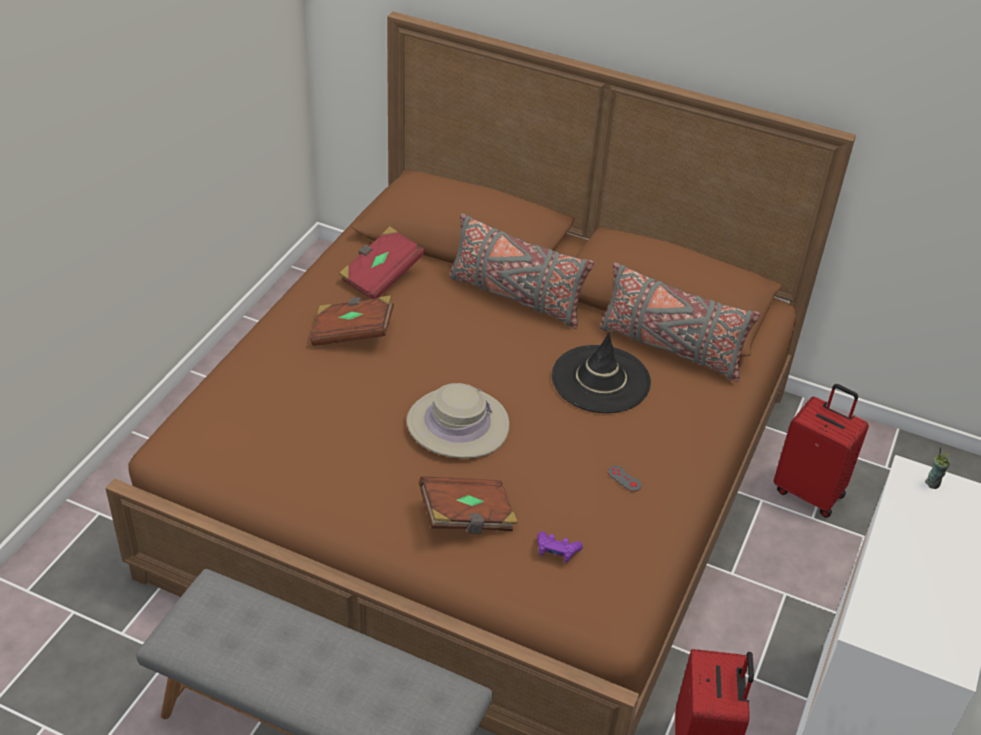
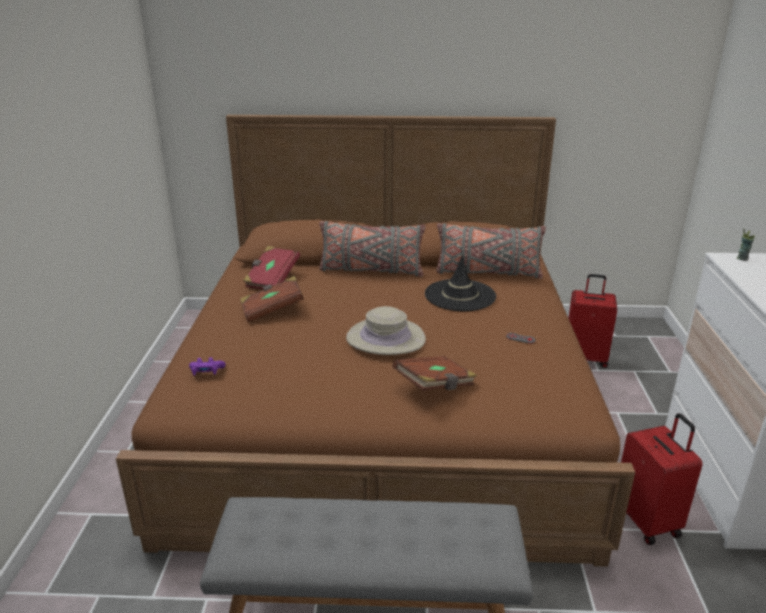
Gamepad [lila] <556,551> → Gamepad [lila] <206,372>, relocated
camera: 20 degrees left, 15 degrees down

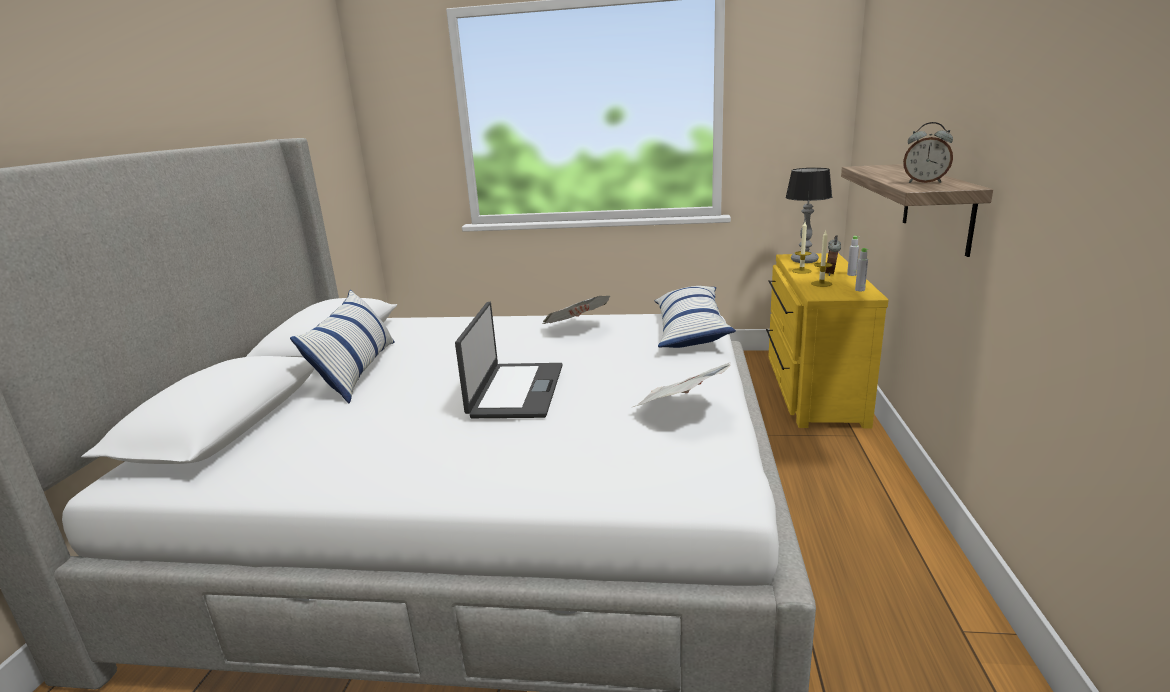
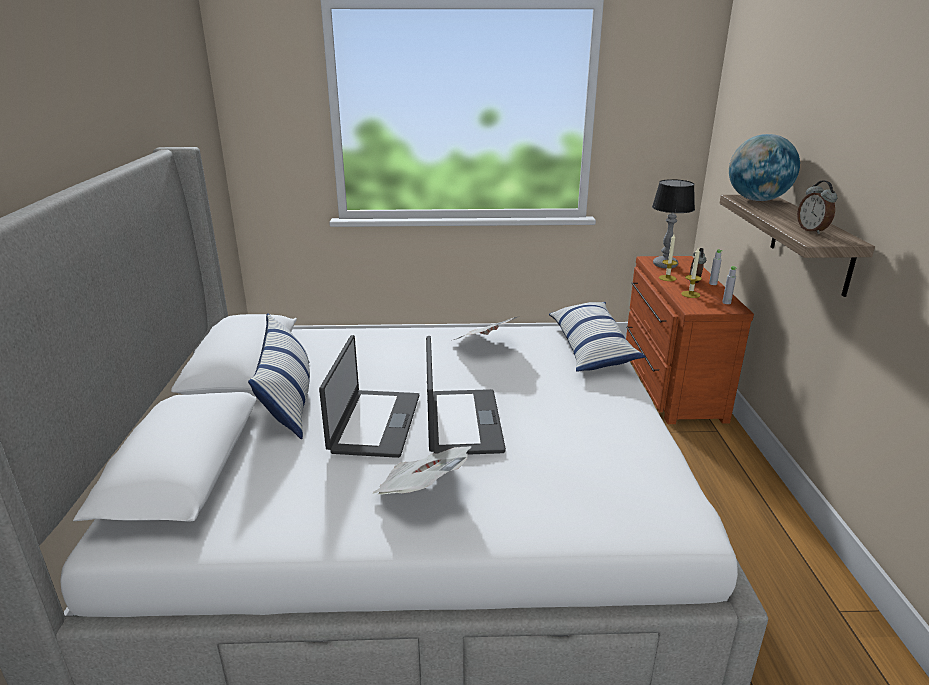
- → Laptop <374,423>
- → Globus <757,200>
Zeitung <681,409> → Zeitung <422,491>, relocated
Kommode [gelb] <811,388> → Kommode [braun] <668,383>
Wecker <924,182> → Wecker <812,231>, 60 degrees clockwise
camera: 10 degrees left, 5 degrees up

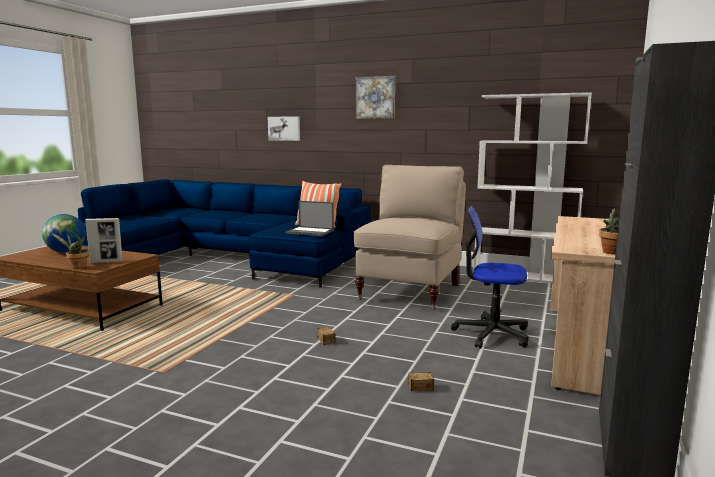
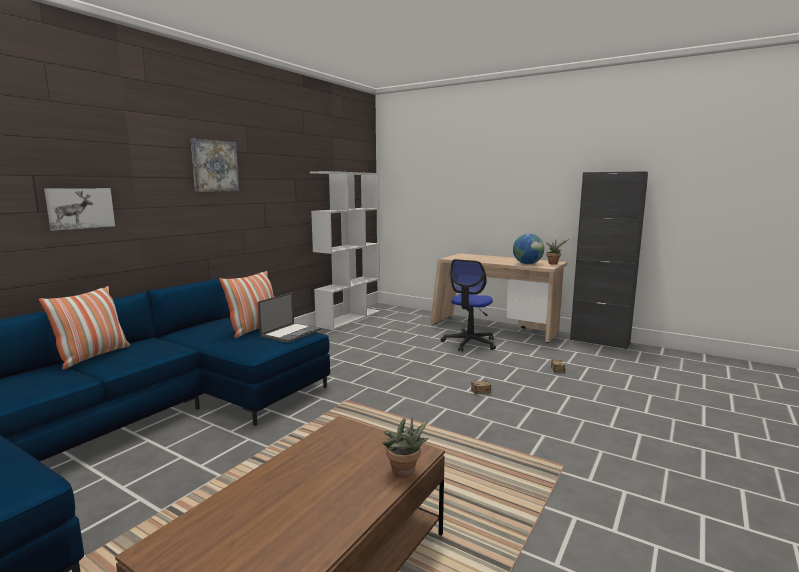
Bilderrahmen <106,262> → -
Stuhl [beige] <410,291> → -
- → Kissen <93,356>
Globus <66,252> → Globus <527,264>, relocated
camera: 80 degrees left, 0 degrees up

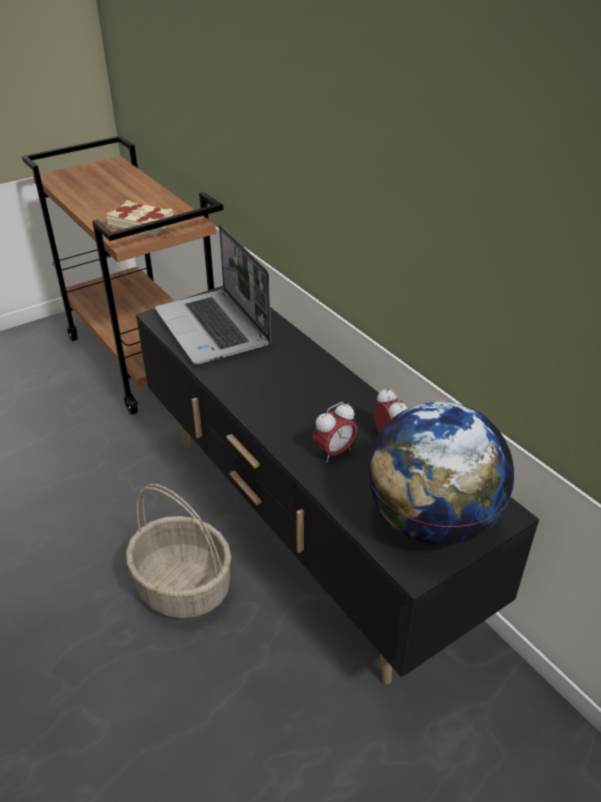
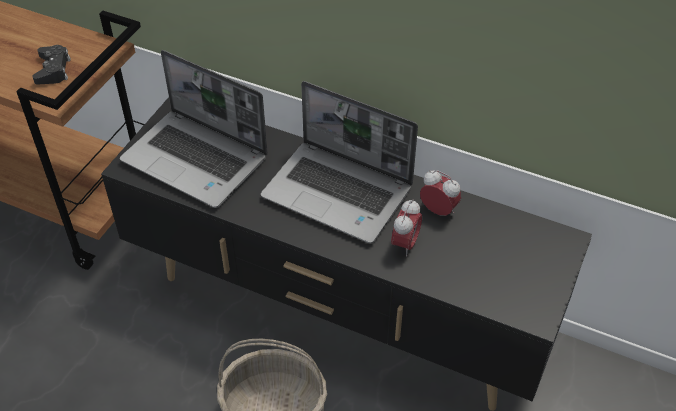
Globus <430,521> → -
- → Laptop <339,193>
Buch [beige] <141,223> → Gamepad [schwarz] <53,70>
camera: 30 degrees left, 10 degrees up

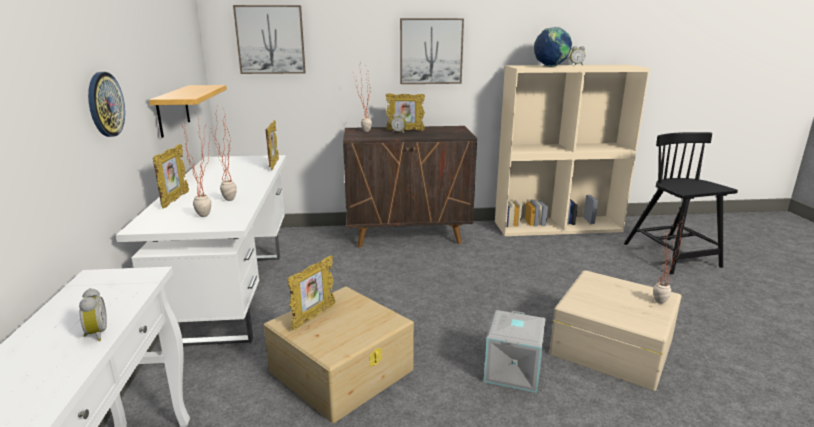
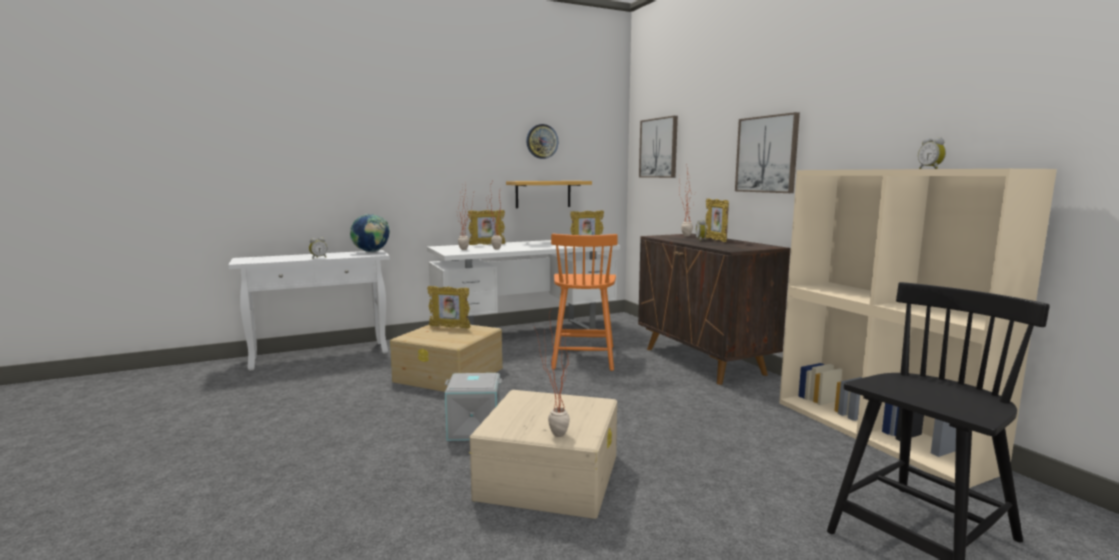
- → Stuhl [orange] <583,357>
Wanduhr <105,104> → Wanduhr <542,141>, relocated
Globus <551,67> → Globus <371,252>, relocated
camera: 70 degrees right, 10 degrees down

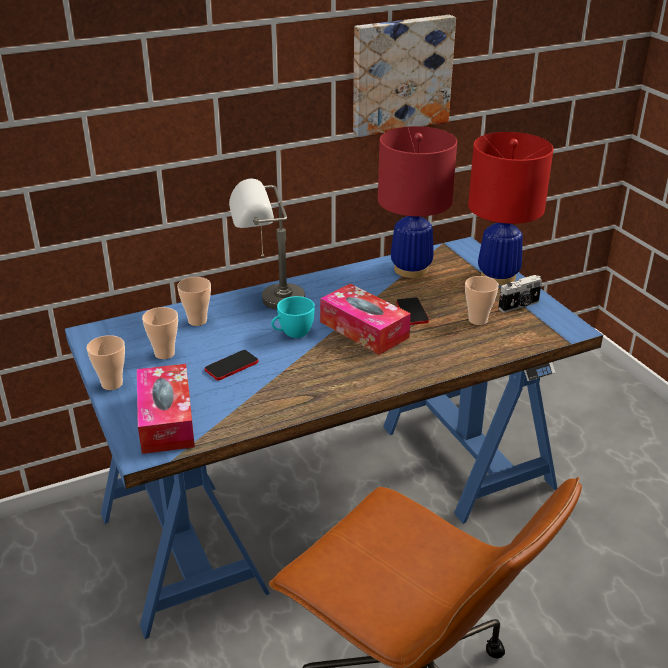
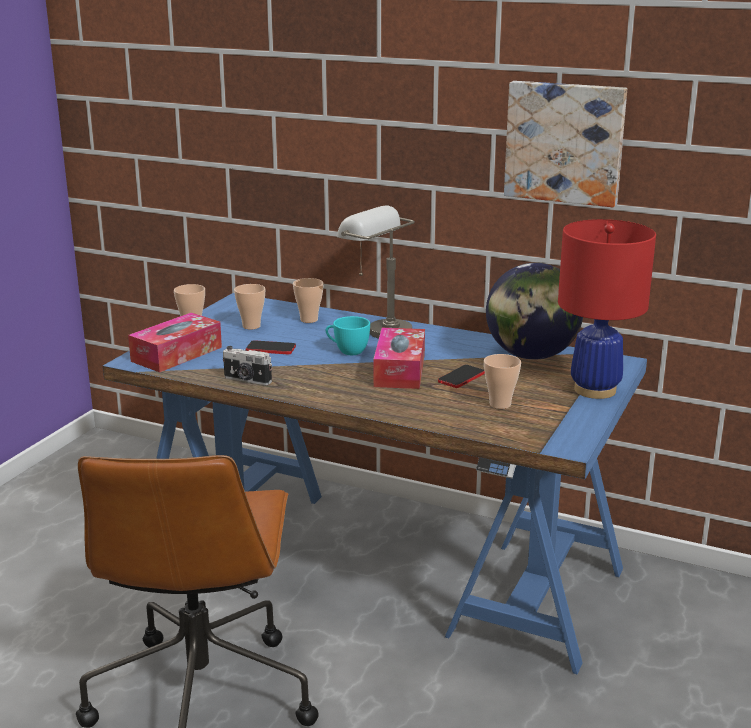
Kamera <519,306> → Kamera <247,380>, relocated
Tischlampe [rot] <411,269> → Globus <531,356>
camera: 50 degrees right, 10 degrees down

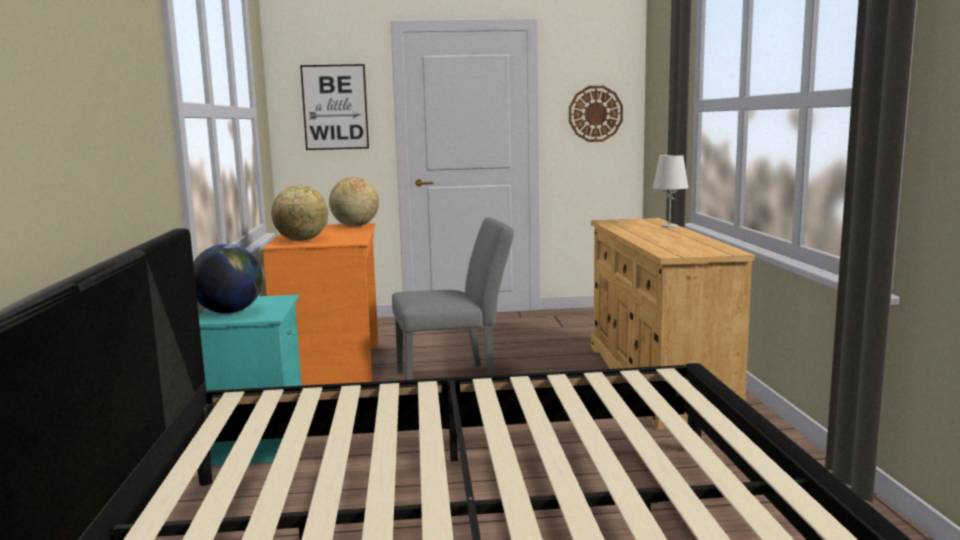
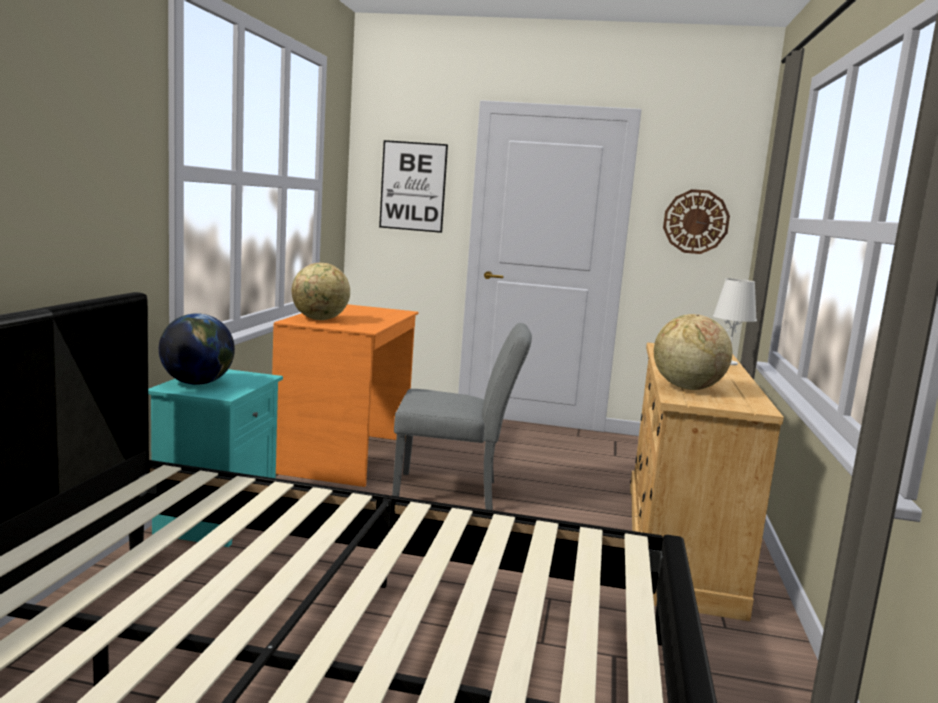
Globus <355,226> → Globus <686,388>, relocated
camera: 15 degrees right, 0 degrees up

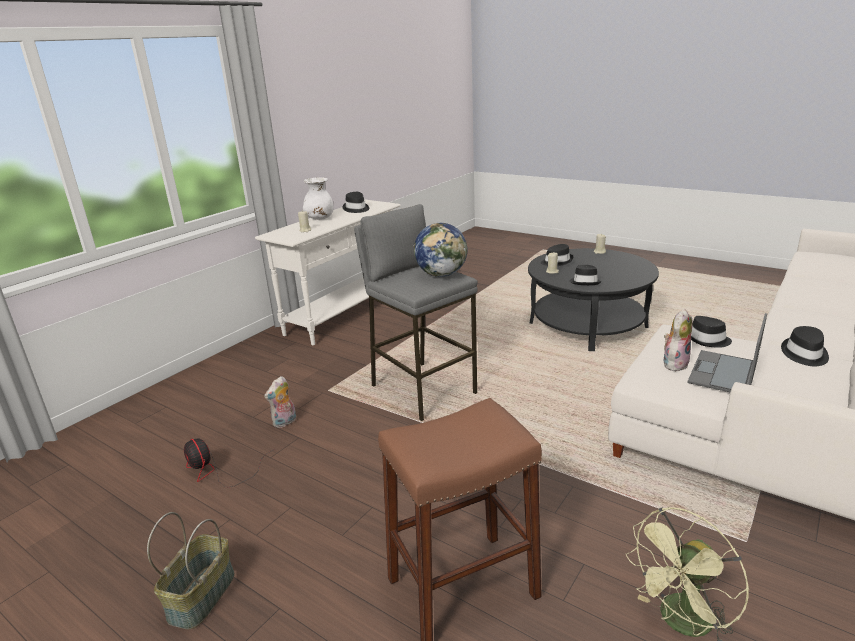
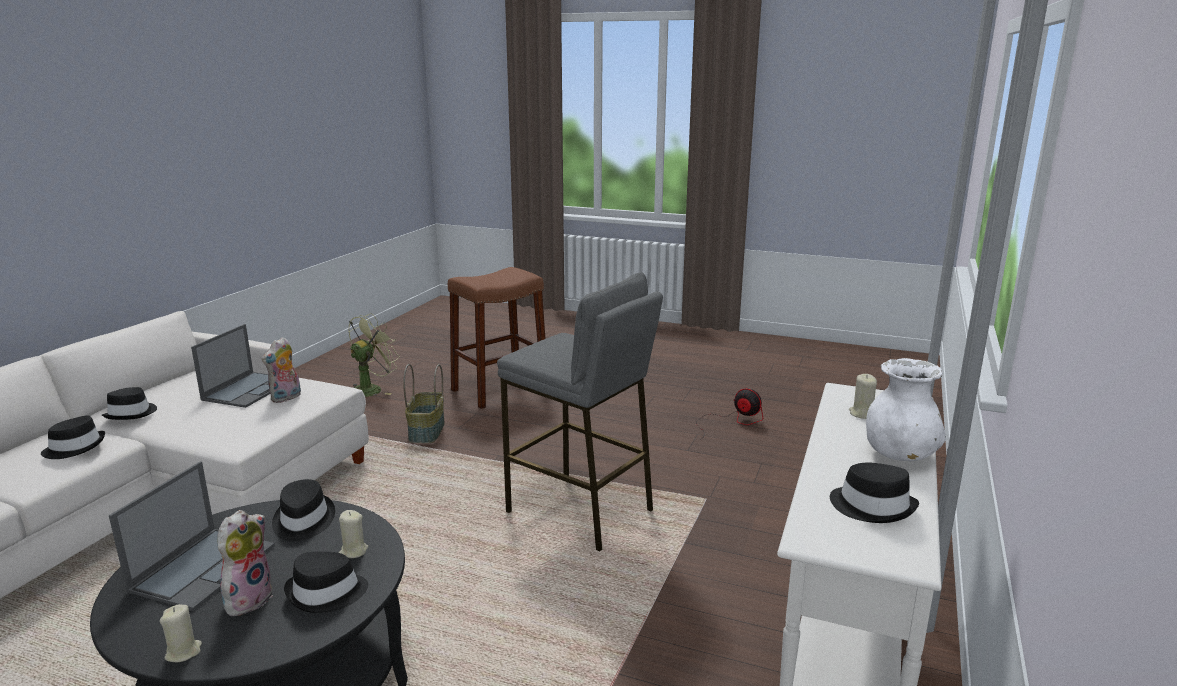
Globus <442,275> → -
- → Laptop <204,567>
Korb <201,595> → Korb <427,431>, relocated
Plüschtier <285,422> → Plüschtier <248,598>, relocated
Hut [schwarz] <707,340> → Hut [schwarz] <75,447>, relocated
camera: 165 degrees right, 5 degrees down

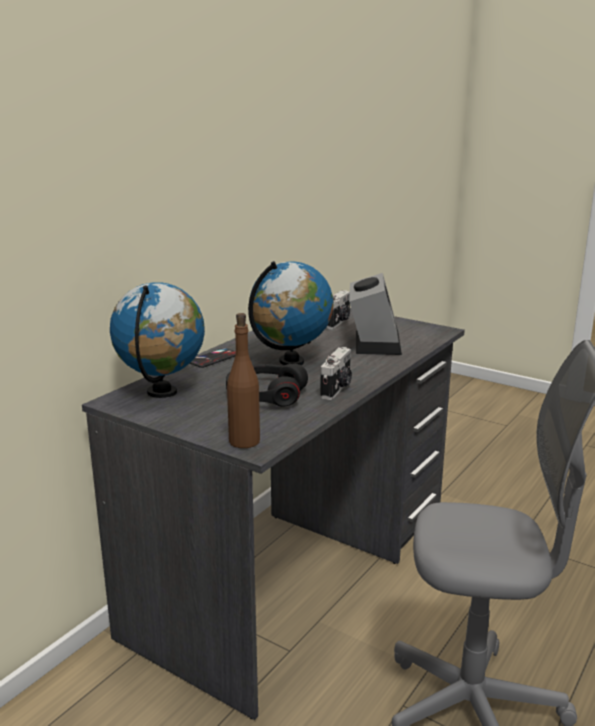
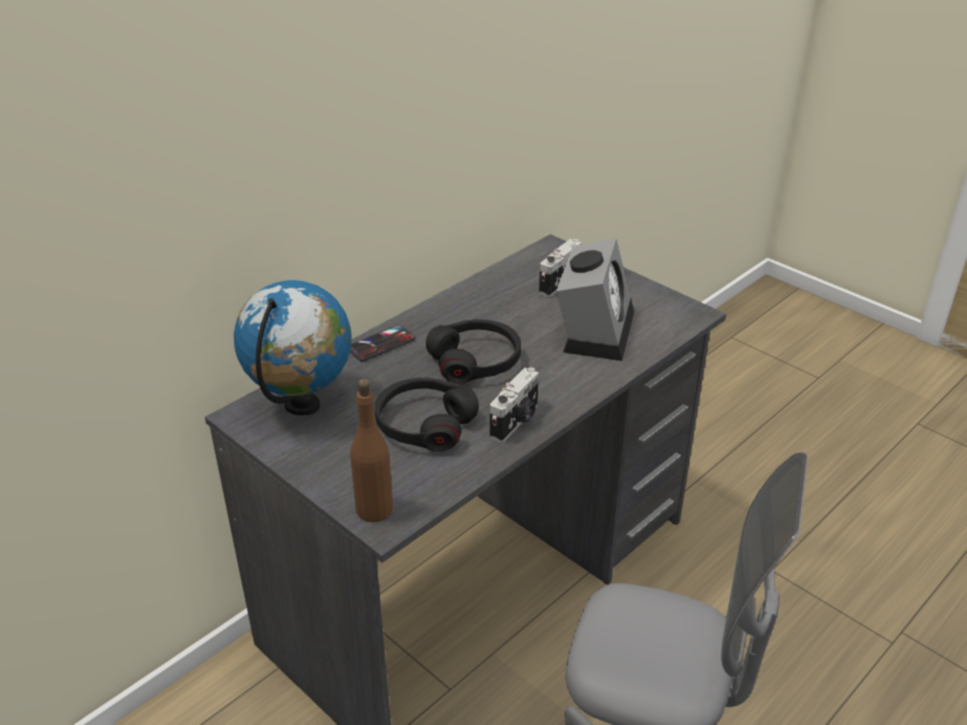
Globus <291,362> → Kopfhörer [schwarz] <475,361>
camera: 10 degrees right, 15 degrees up

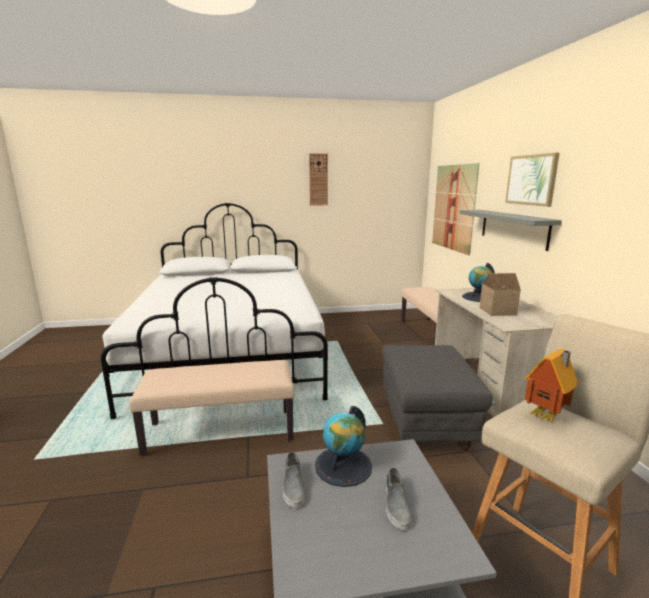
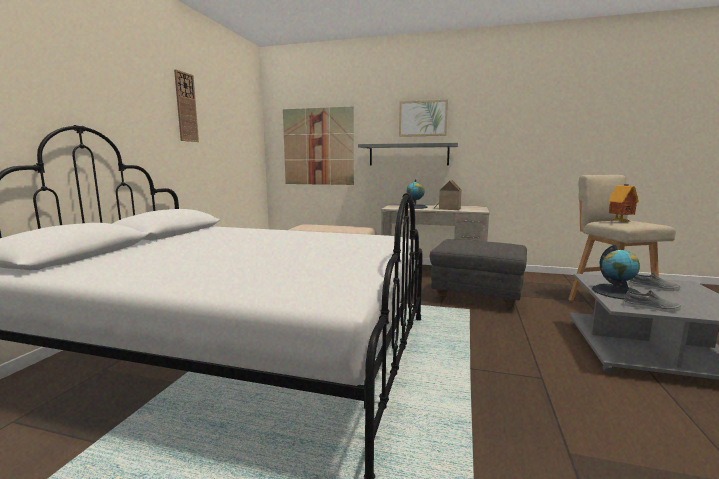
Bank [beige] <221,431> → -
camera: 65 degrees left, 5 degrees down

